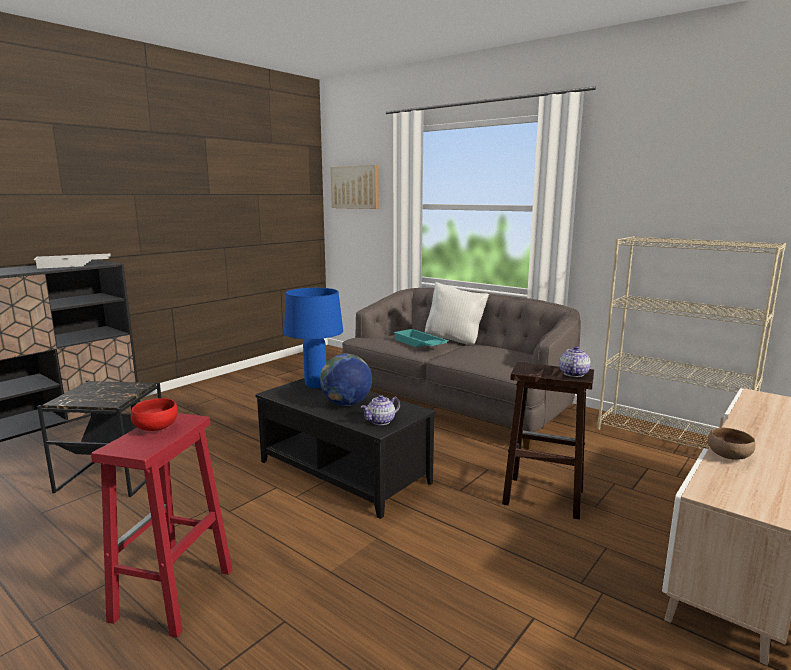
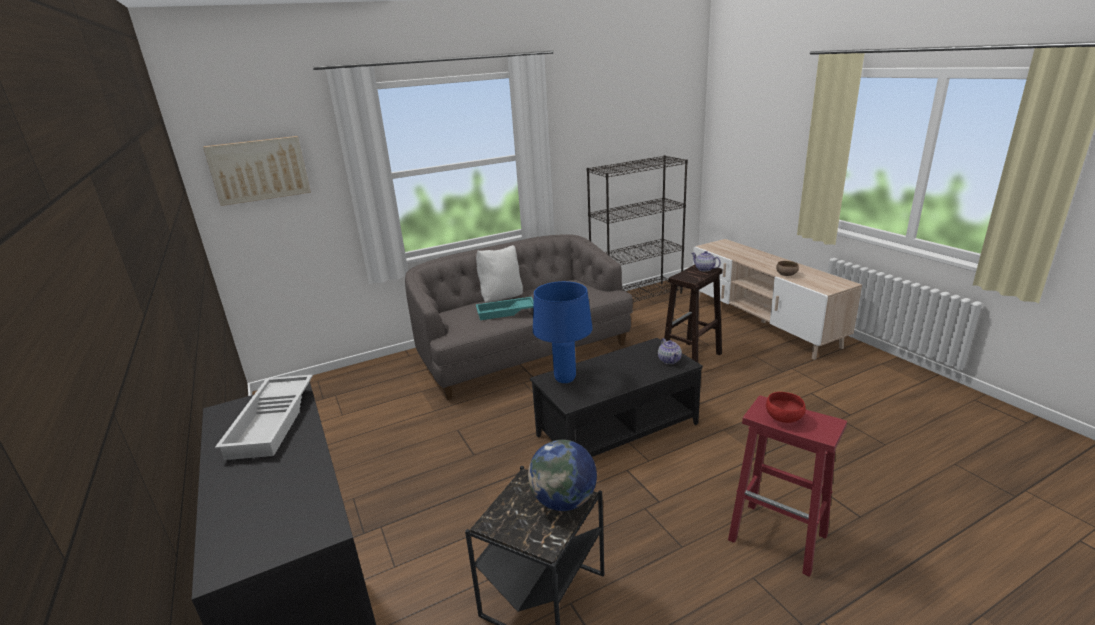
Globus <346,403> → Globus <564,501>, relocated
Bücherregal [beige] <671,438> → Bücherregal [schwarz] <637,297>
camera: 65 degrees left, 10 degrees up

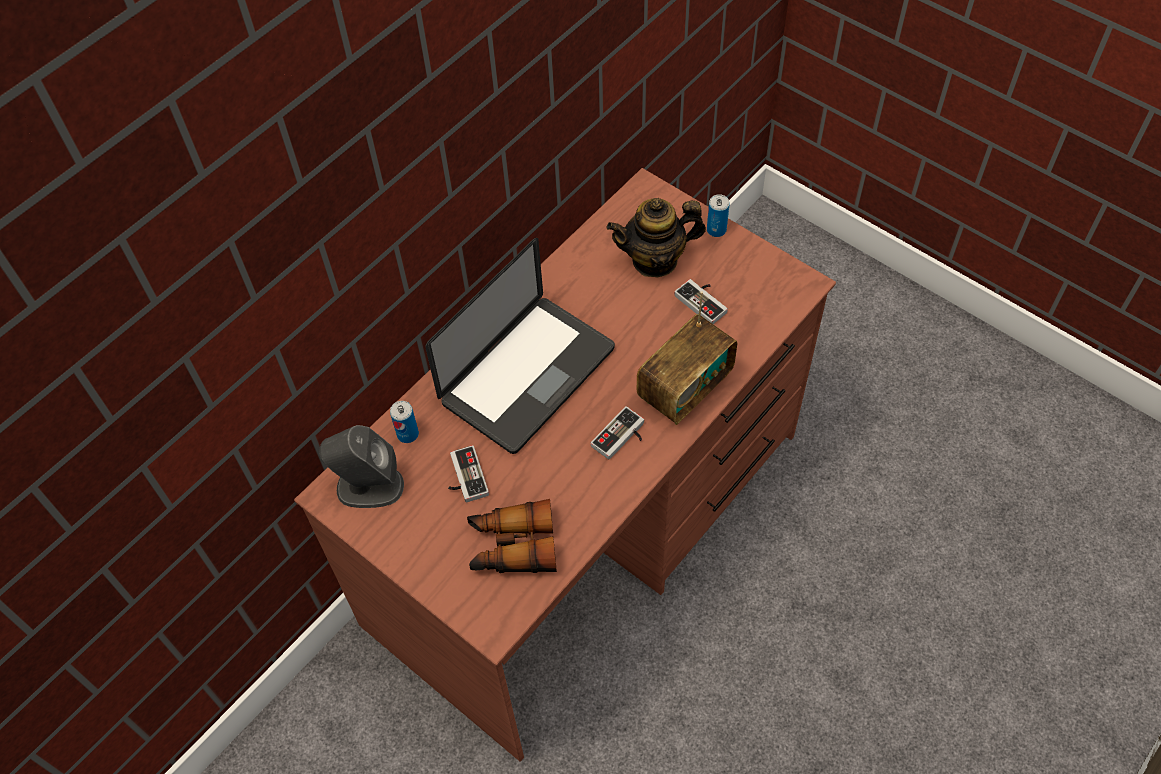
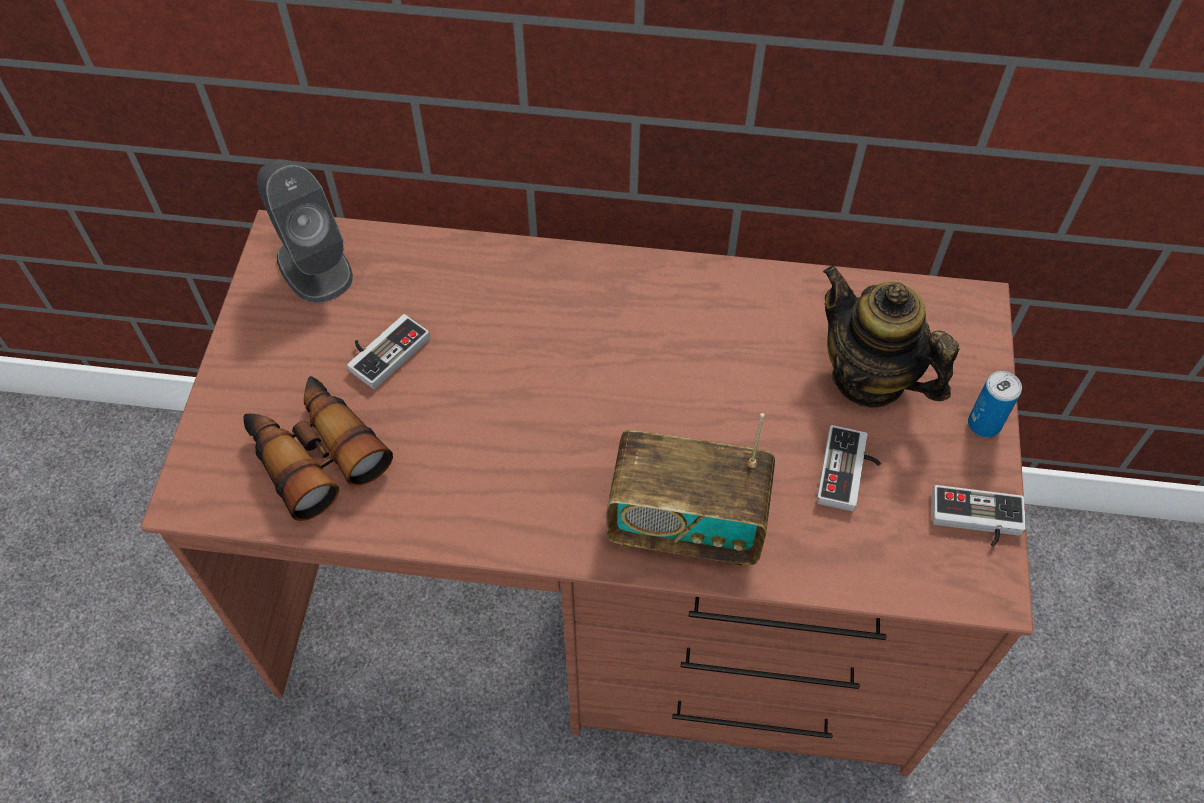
Dose <408,434> → -
Laptop <528,375> → -
Gamepad <622,438> → Gamepad <976,521>, relocated
camera: 55 degrees right, 0 degrees up

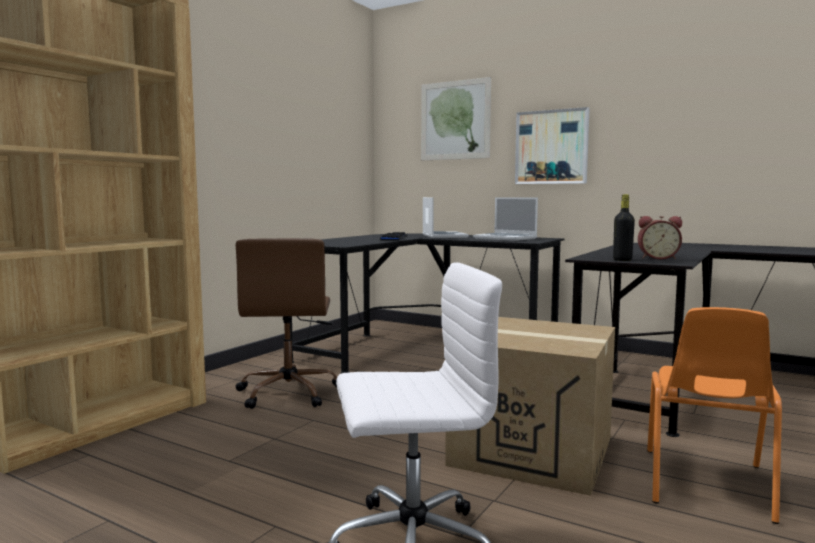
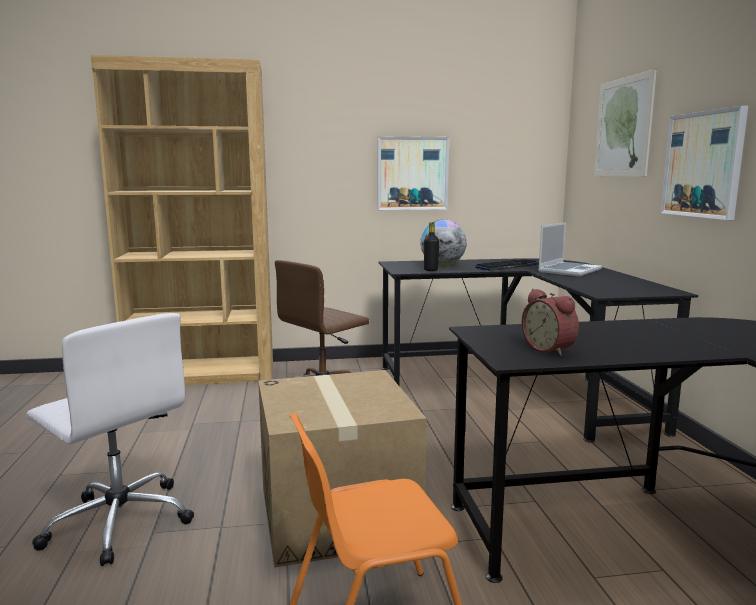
Laptop <506,238> → -
- → Bild <412,173>
- → Globus <442,265>
Flasche [schwarz] <622,260> → Flasche [schwarz] <431,270>, relocated
camera: 50 degrees right, 5 degrees up

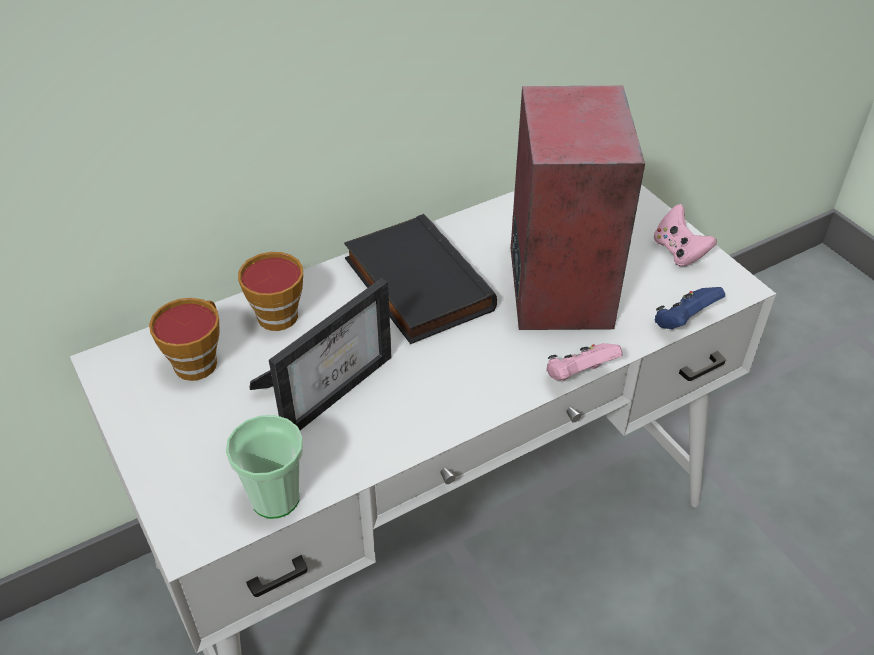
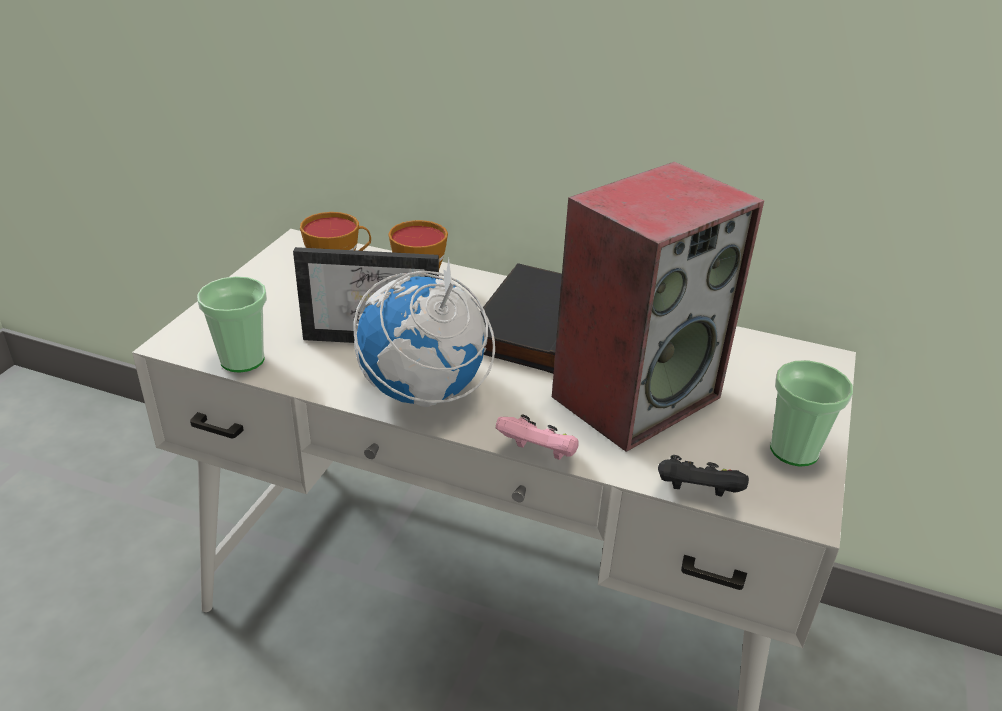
- → Globus <423,393>
Gamepad [rosa] <679,251> → Tasse <794,450>
Gamepad [blau] <683,322> → Gamepad [schwarz] <697,494>
camera: 50 degrees right, 10 degrees down

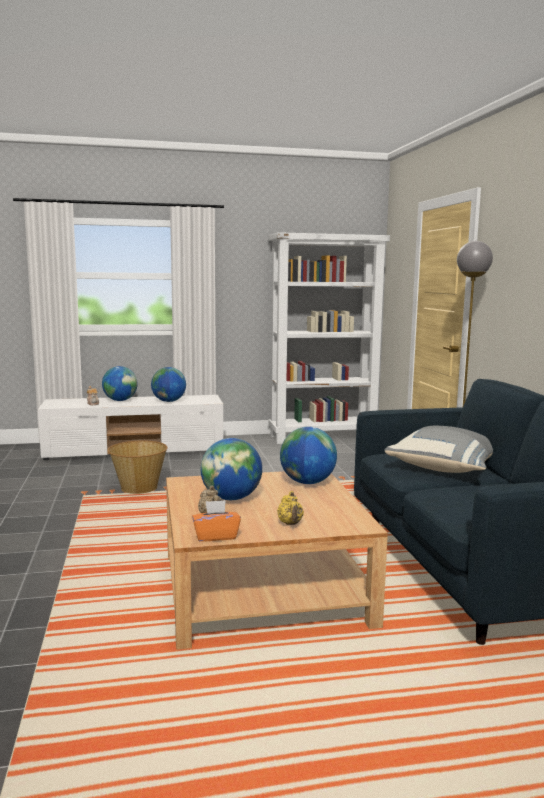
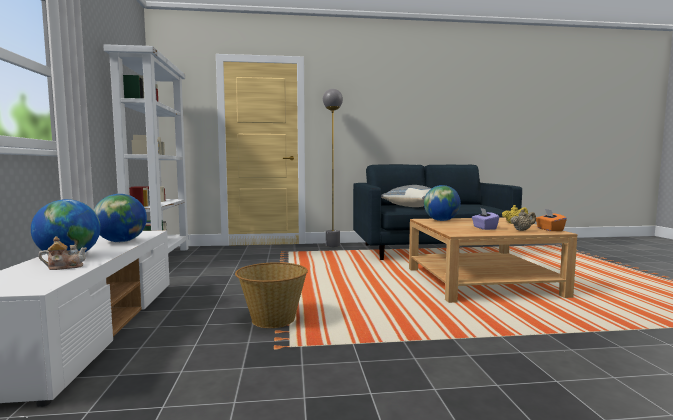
Globus <231,498> → Taschentuchbox [lila] <484,228>
camera: 85 degrees left, 5 degrees down

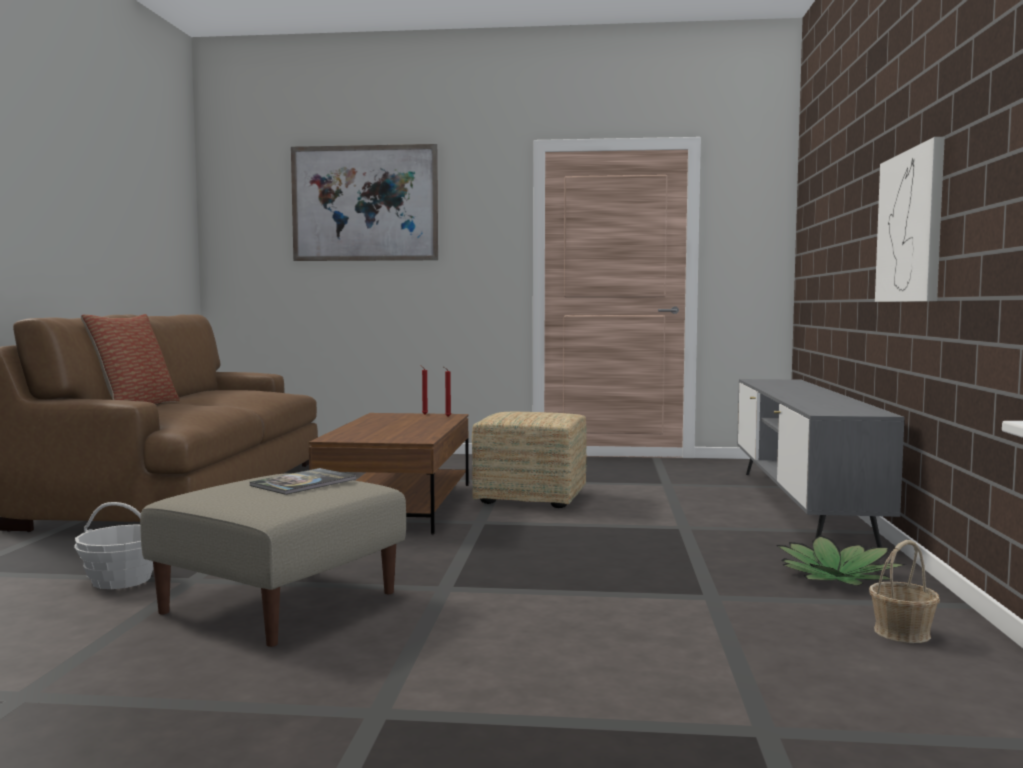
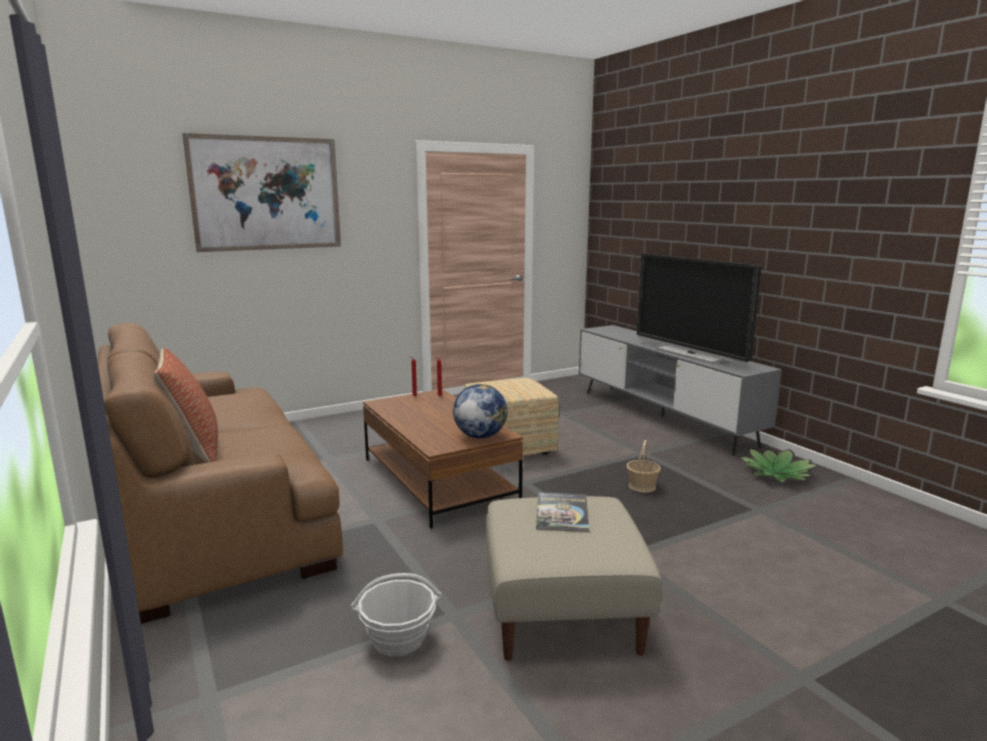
Bild <911,227> → -
- → Globus <480,436>
- → Fernseher <691,354>
Korb <902,633> → Korb <642,486>, relocated
camera: 35 degrees left, 10 degrees up

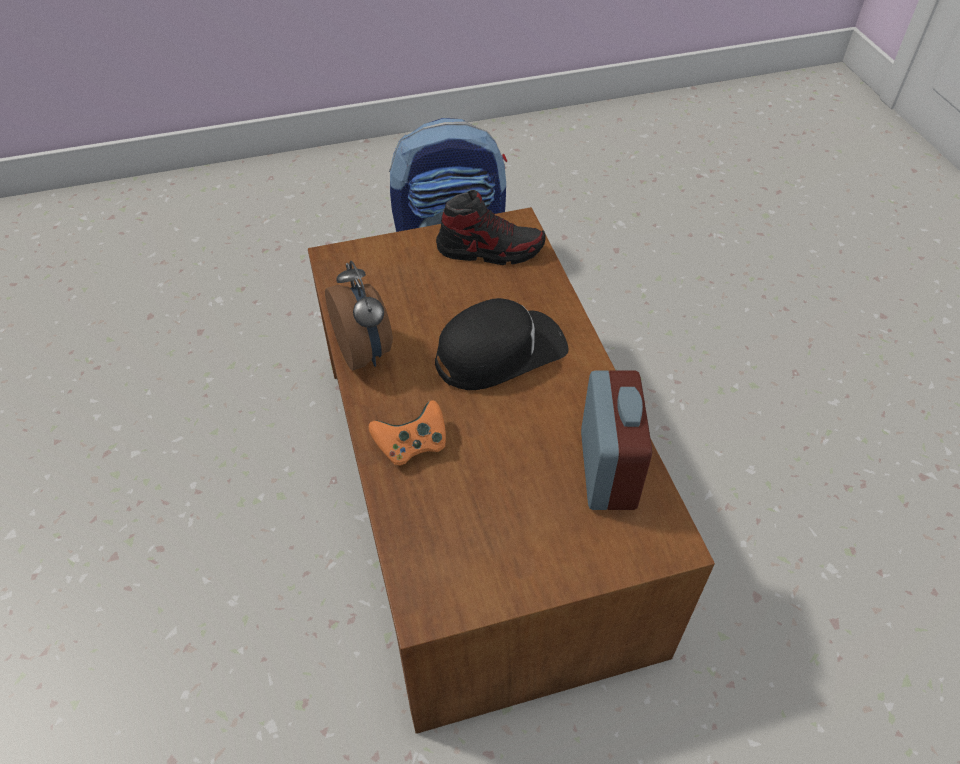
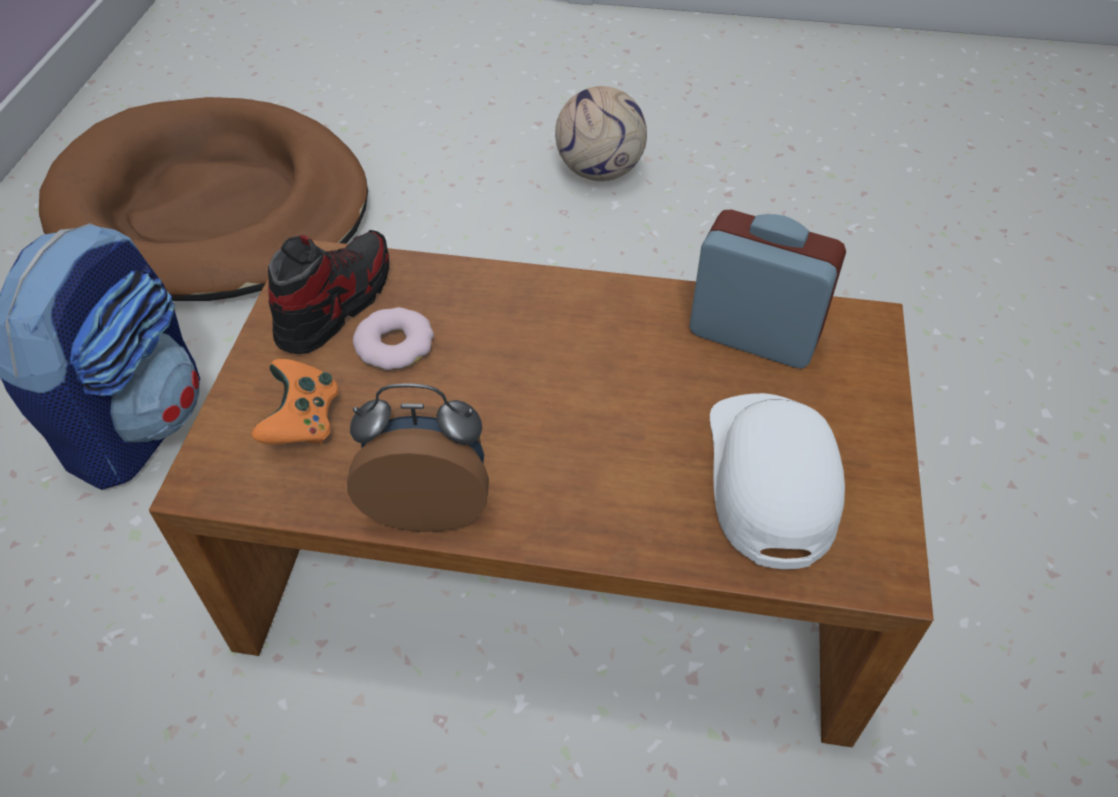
Kappe [schwarz] <500,352> → -
- → Hundebett [braun] <212,209>
- → Donut <395,345>
- → Fußball <600,170>
- → Kappe [weiß] <770,478>
Gamepad [orange] <412,445> → Gamepad [orange] <303,421>, relocated
camera: 65 degrees left, 0 degrees up

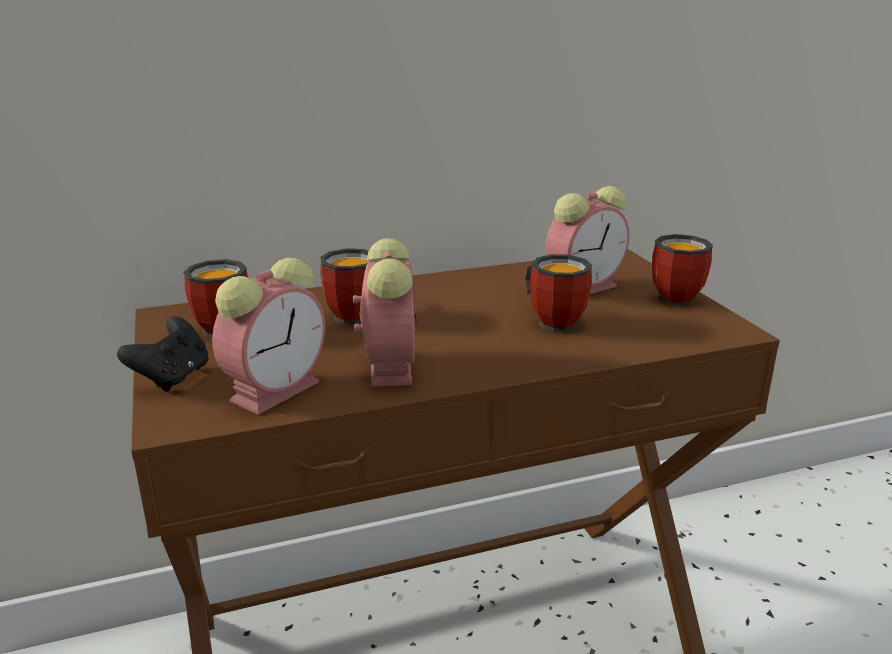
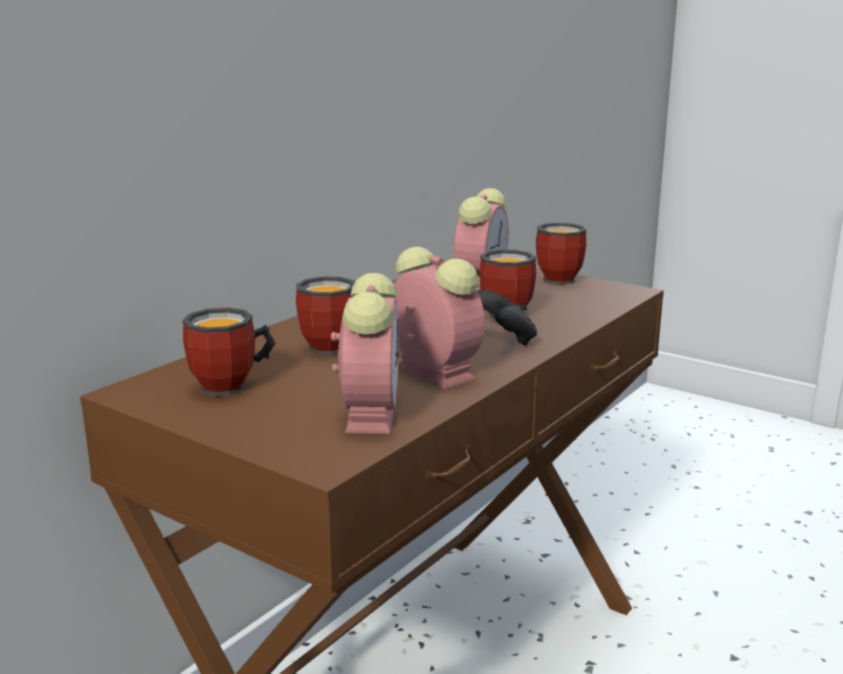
Gamepad [schwarz] <173,378> → Gamepad [schwarz] <507,339>, relocated
camera: 35 degrees left, 5 degrees down

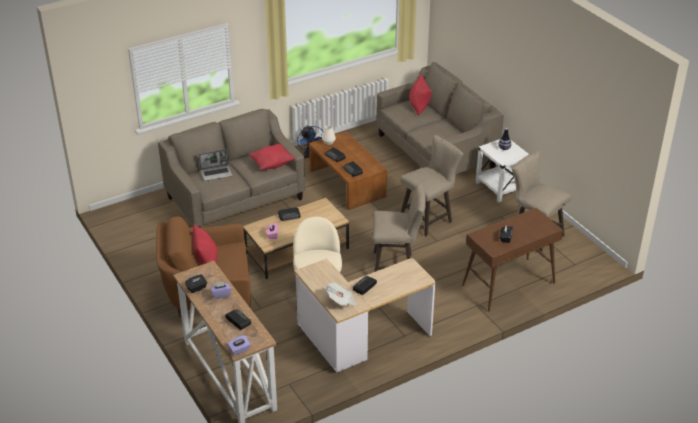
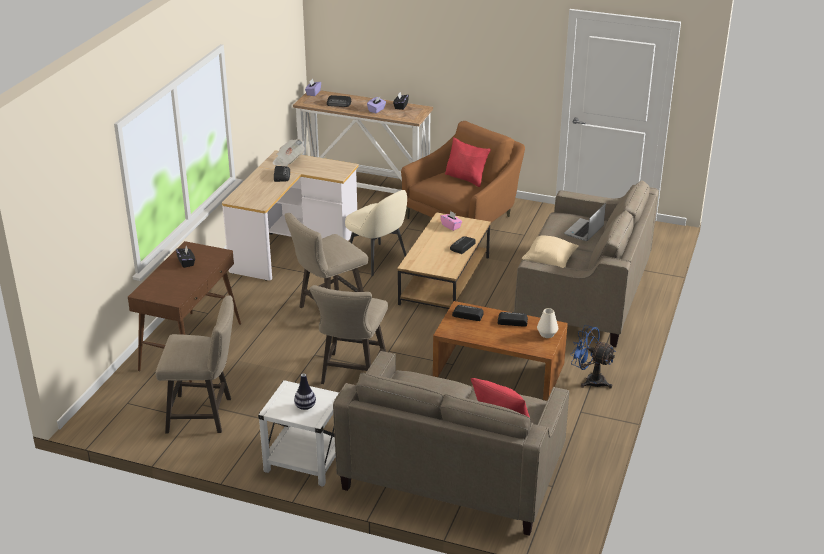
Kissen [rot] <272,164> → Kissen [beige] <549,264>
camera: 140 degrees right, 5 degrees down

